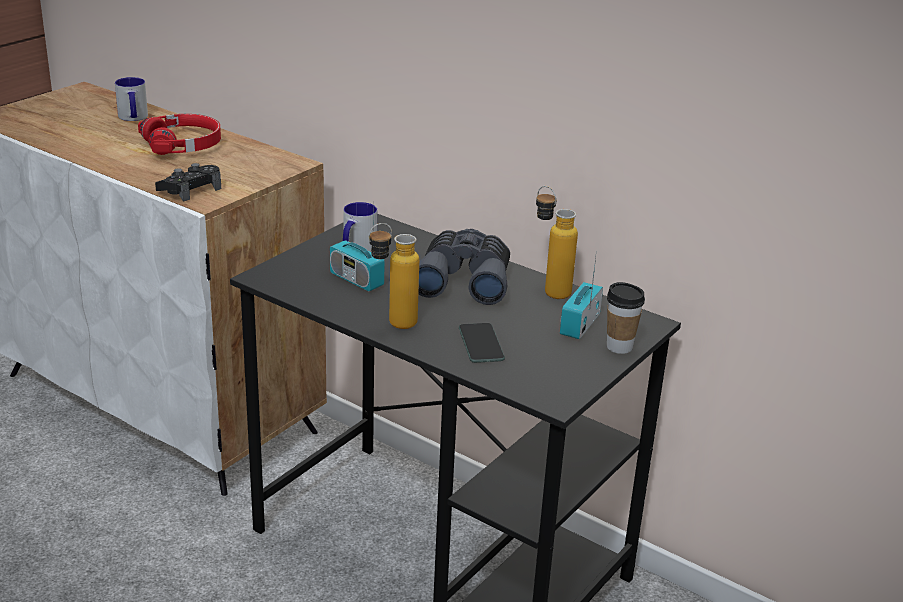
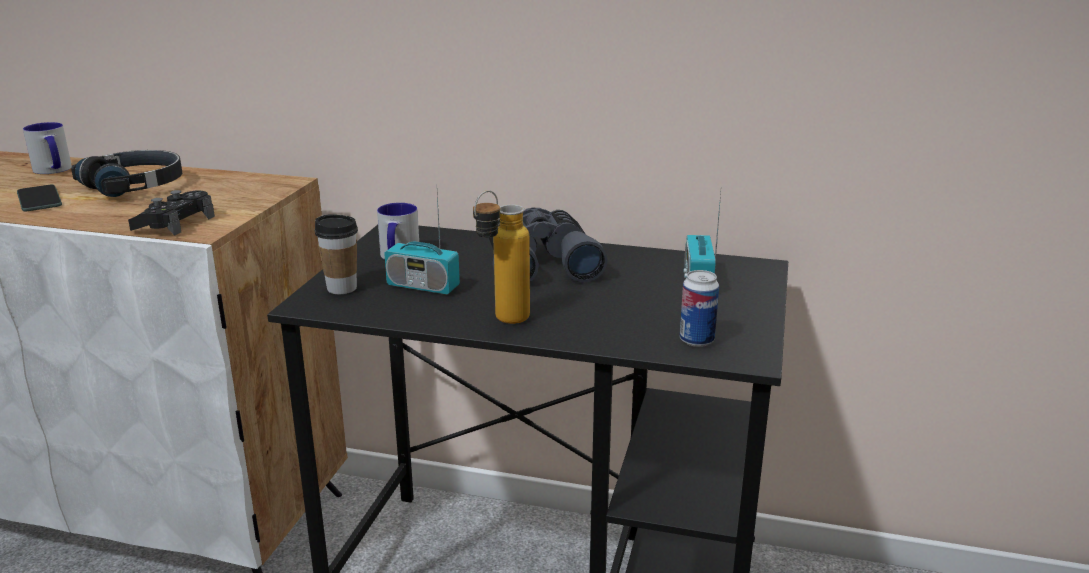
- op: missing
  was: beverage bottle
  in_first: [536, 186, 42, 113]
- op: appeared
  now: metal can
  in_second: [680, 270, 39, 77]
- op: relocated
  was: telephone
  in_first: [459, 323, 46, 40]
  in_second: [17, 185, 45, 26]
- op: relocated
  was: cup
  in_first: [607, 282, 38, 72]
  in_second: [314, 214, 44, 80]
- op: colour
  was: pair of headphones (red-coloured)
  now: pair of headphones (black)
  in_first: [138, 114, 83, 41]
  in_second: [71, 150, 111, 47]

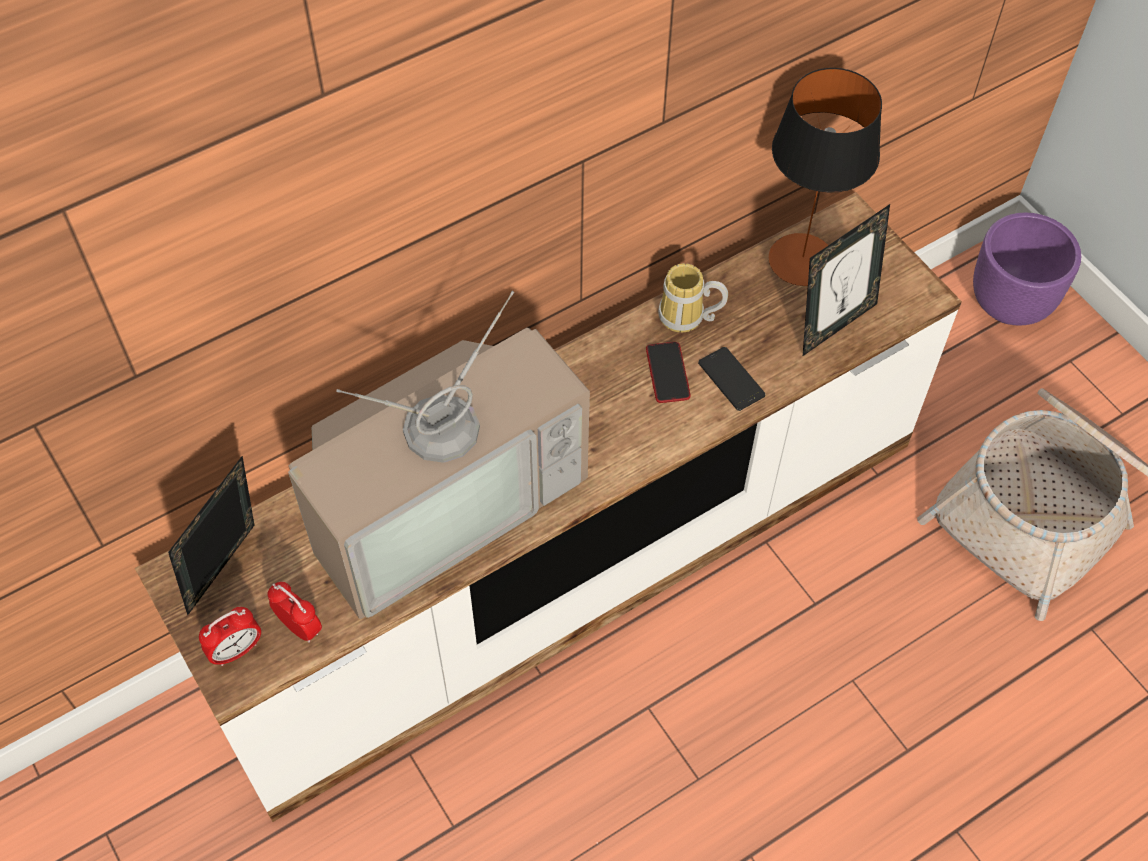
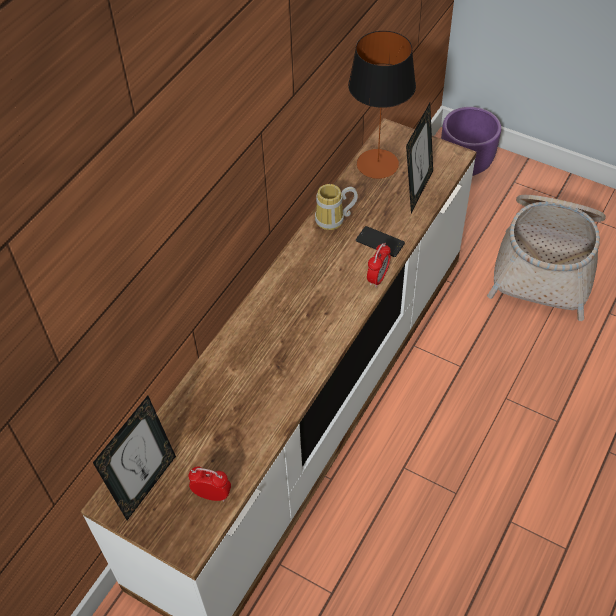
- op: missing
  was: TV
  in_first: [288, 291, 302, 328]
- op: missing
  was: telephone
  in_first: [646, 342, 45, 61]
- op: relocated
  was: table clock
  in_first: [199, 607, 62, 59]
  in_second: [367, 243, 24, 45]
- op: spun
  was: photo frame
  in_first: [168, 456, 86, 159]
  in_second: [93, 395, 83, 125]
  clockwise: -150

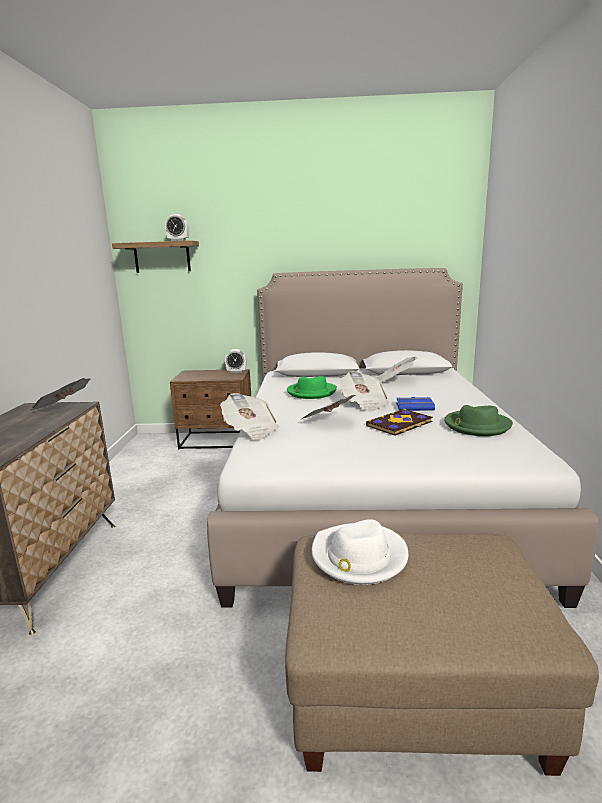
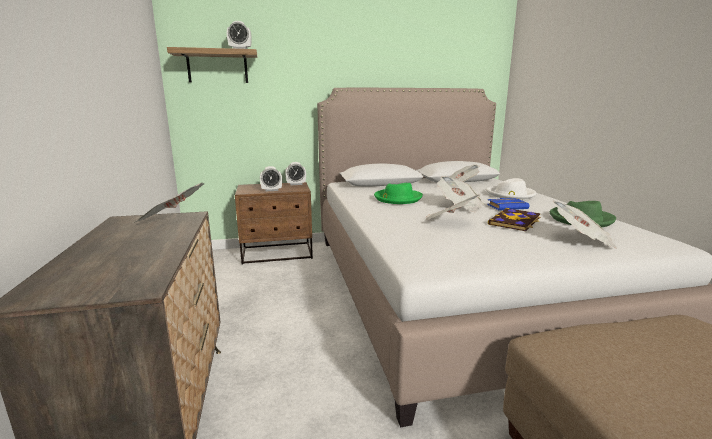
- op: appeared
  now: table clock
  in_second: [260, 166, 22, 26]
- op: relocated
  was: newspaper
  in_first: [220, 393, 59, 47]
  in_second: [553, 201, 65, 48]
- op: relocated
  was: hat (whitish)
  in_first: [312, 519, 96, 66]
  in_second: [486, 178, 50, 22]

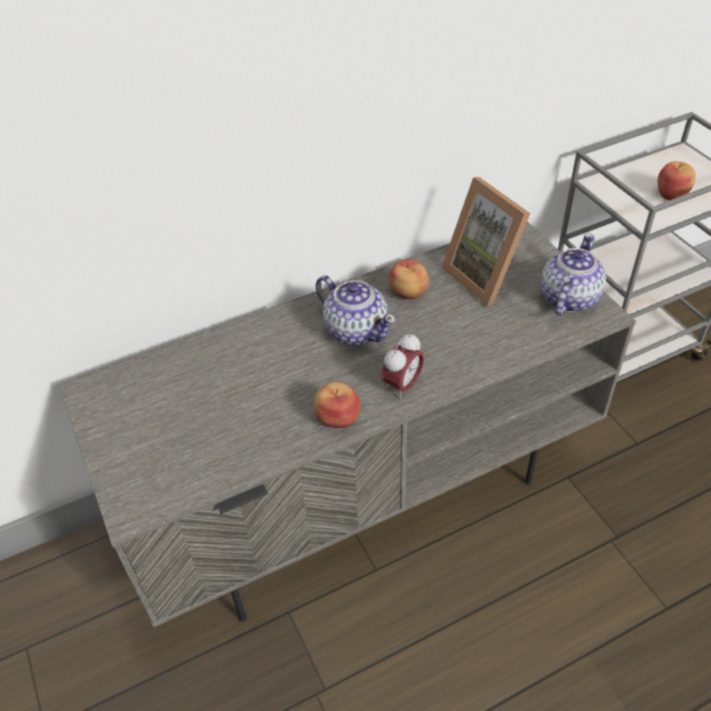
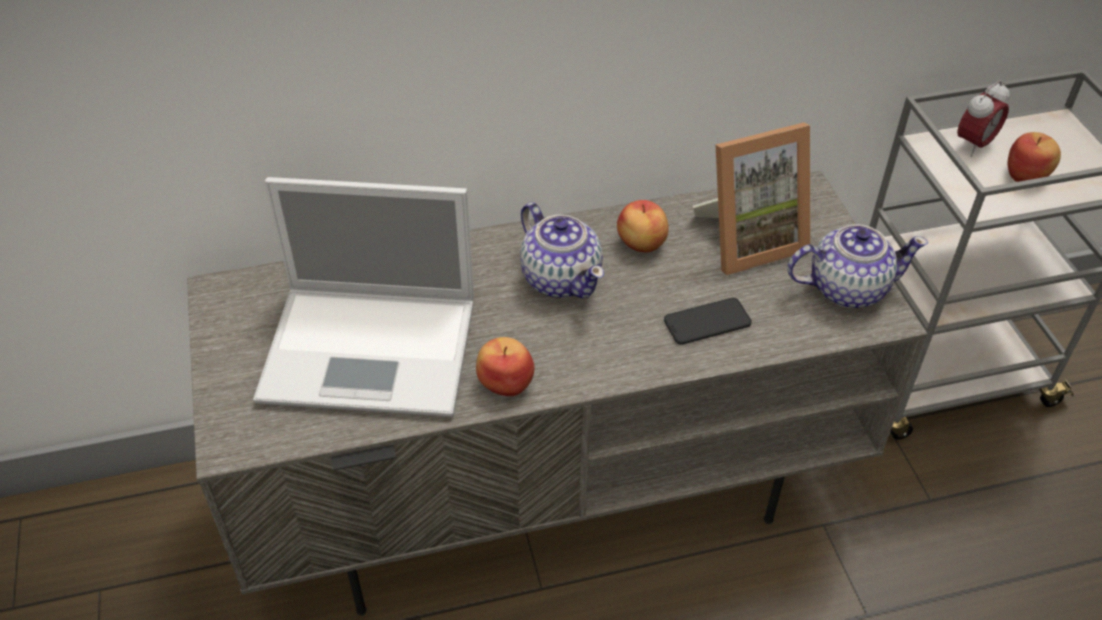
- op: appeared
  now: notebook computer
  in_second: [253, 177, 221, 240]
- op: appeared
  now: telephone
  in_second: [664, 298, 88, 47]
- op: relocated
  was: table clock
  in_first: [381, 333, 43, 66]
  in_second: [957, 80, 53, 77]
- op: spun
  was: photo frame
  in_first: [441, 177, 89, 129]
  in_second: [693, 122, 118, 153]
  clockwise: -90
- op: spun
  was: pot for tea
  in_first: [541, 234, 65, 82]
  in_second: [787, 224, 141, 84]
  clockwise: 45

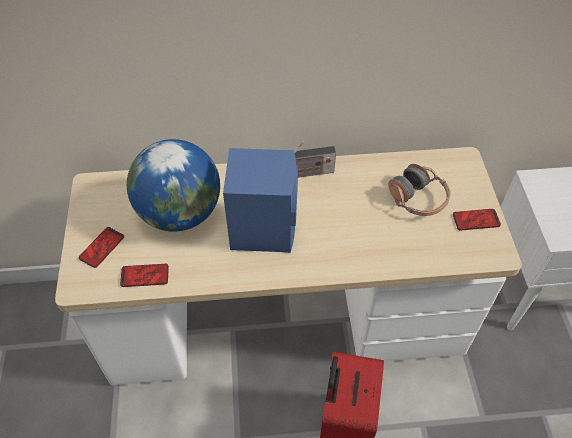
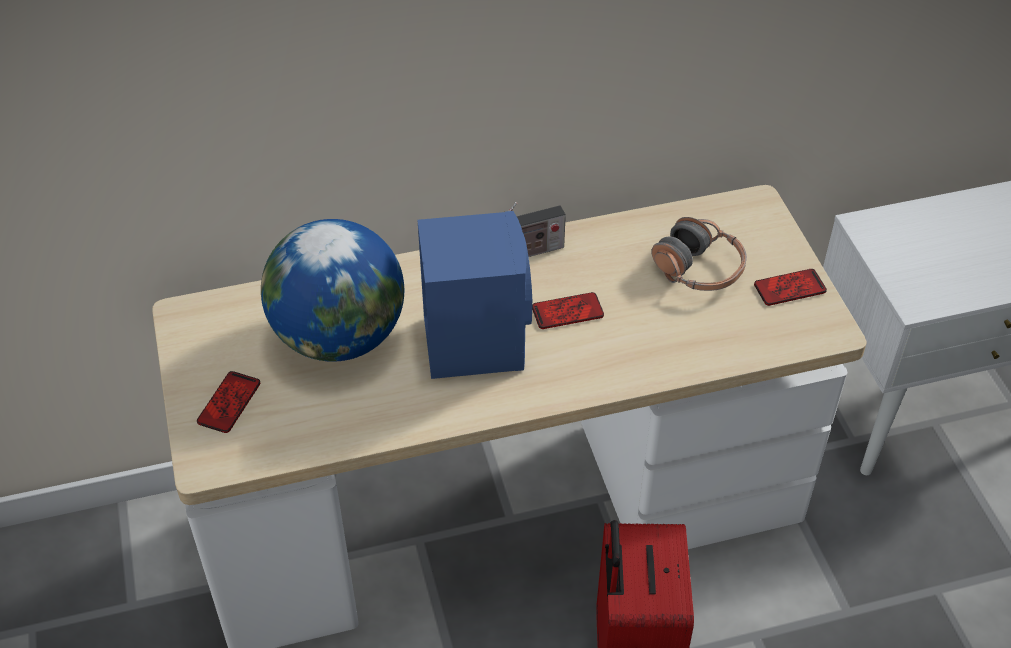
- op: relocated
  was: telephone
  in_first: [120, 264, 49, 23]
  in_second: [532, 292, 72, 37]

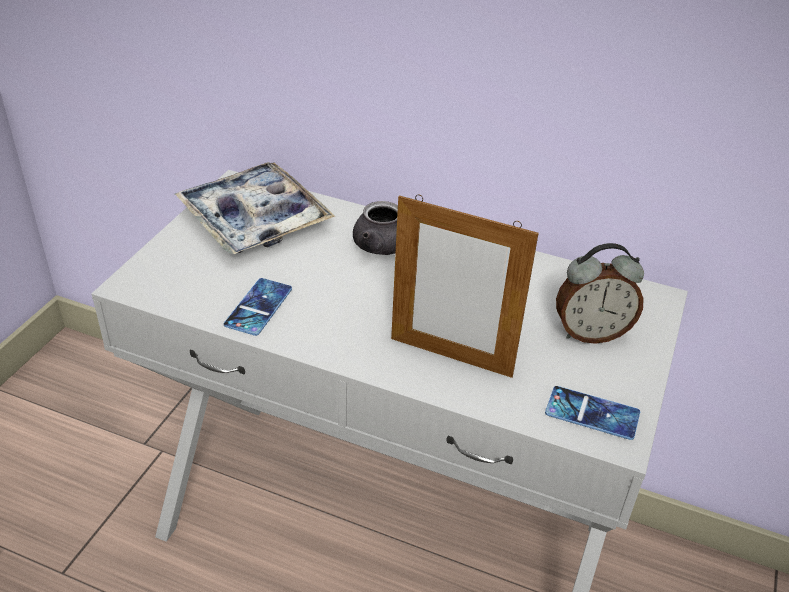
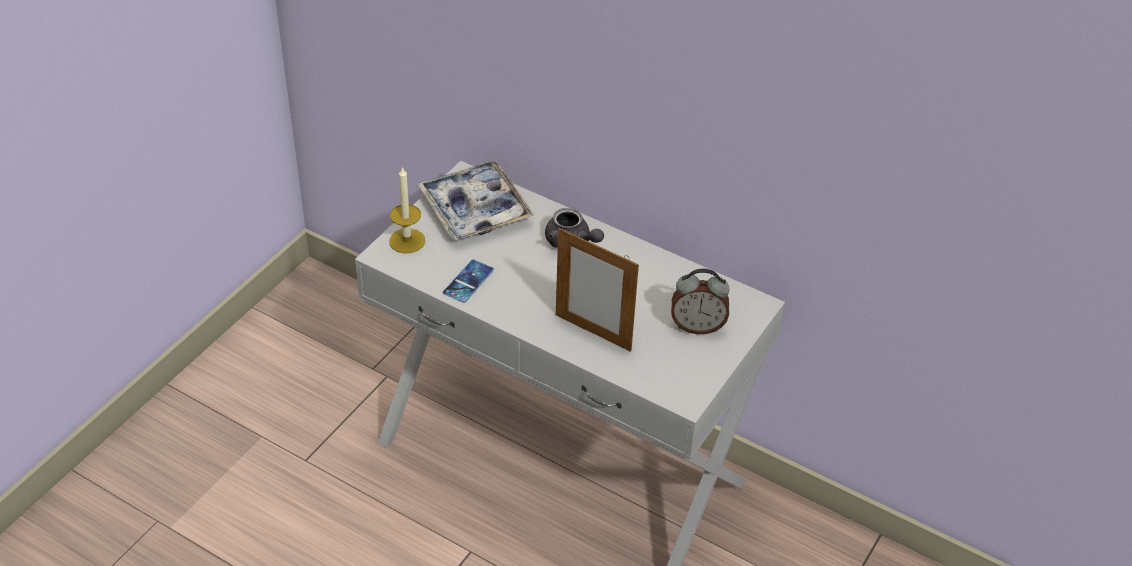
- op: missing
  was: telephone
  in_first: [545, 386, 95, 54]
- op: appeared
  now: wax candle
  in_second: [389, 166, 36, 87]

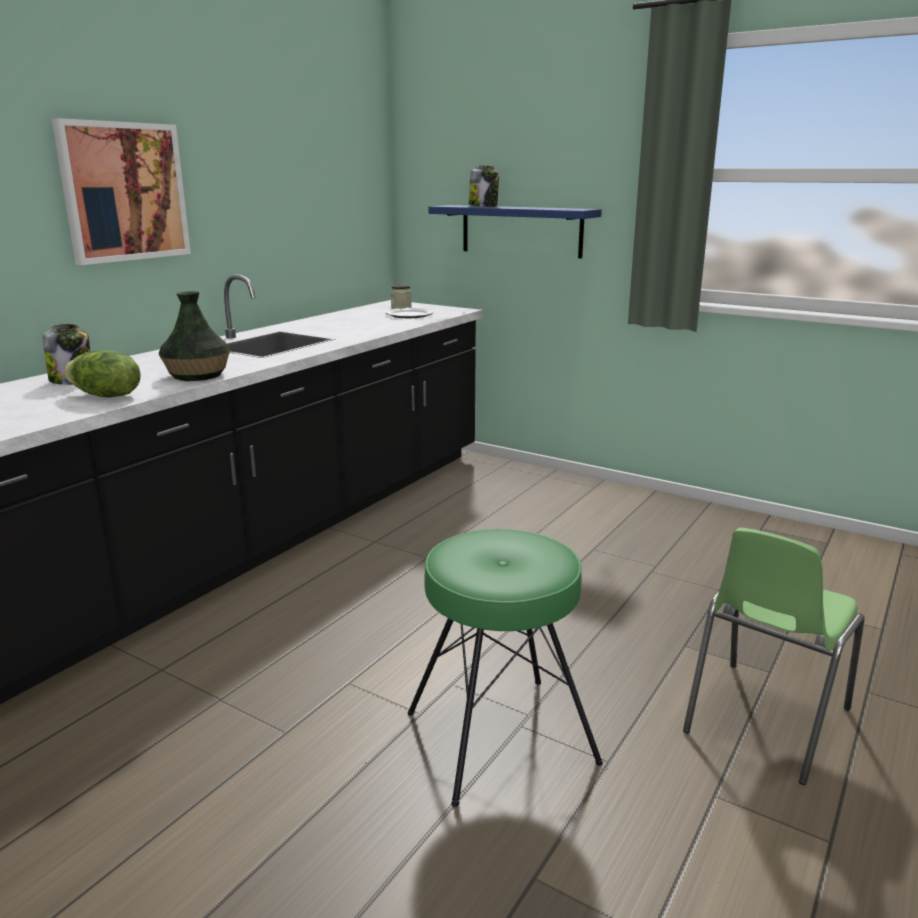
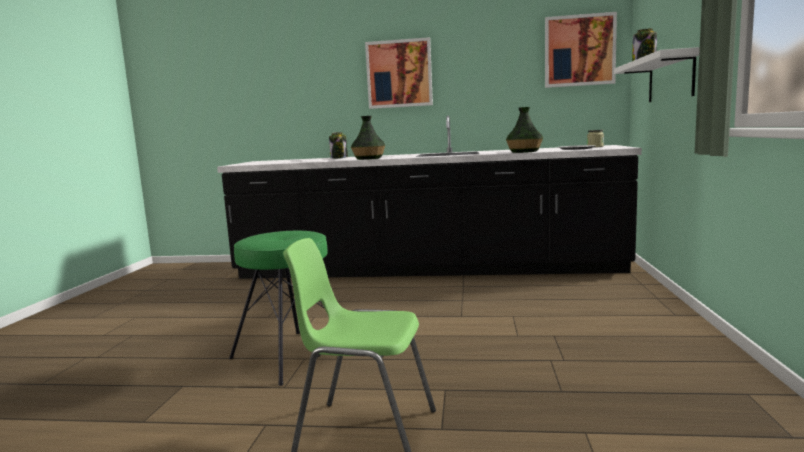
- op: missing
  was: lettuce
  in_first: [63, 351, 78, 46]
- op: appeared
  now: flower vase
  in_second: [506, 107, 37, 46]
- op: appeared
  now: wall picture
  in_second: [545, 12, 72, 76]
- op: colour
  was: shelf (blue)
  now: shelf (whitish)
  in_first: [428, 205, 174, 54]
  in_second: [614, 47, 86, 55]

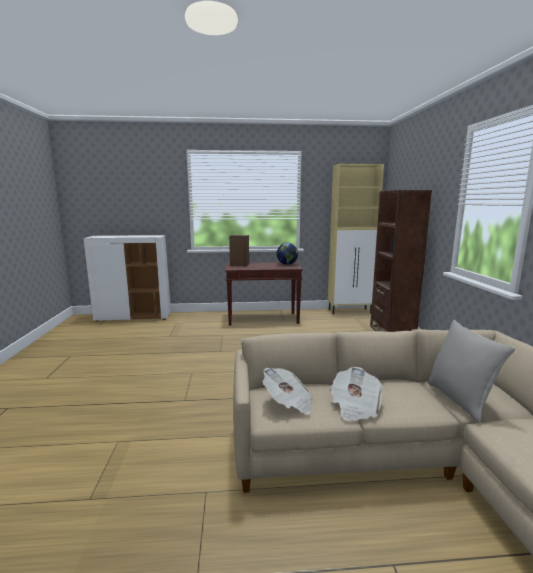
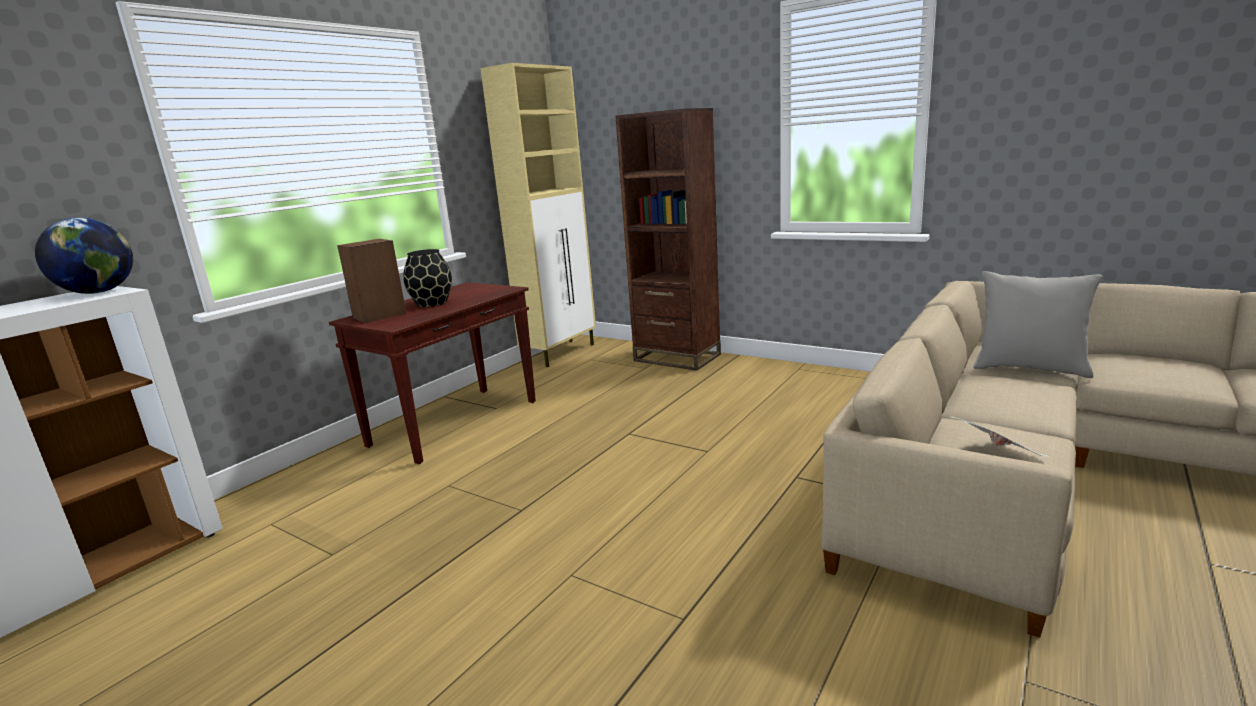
- op: missing
  was: newspaper
  in_first: [330, 367, 53, 54]
- op: appeared
  now: flower vase (black)
  in_second: [403, 249, 49, 58]
- op: relocated
  was: globe
  in_first: [277, 243, 21, 22]
  in_second: [35, 217, 98, 77]

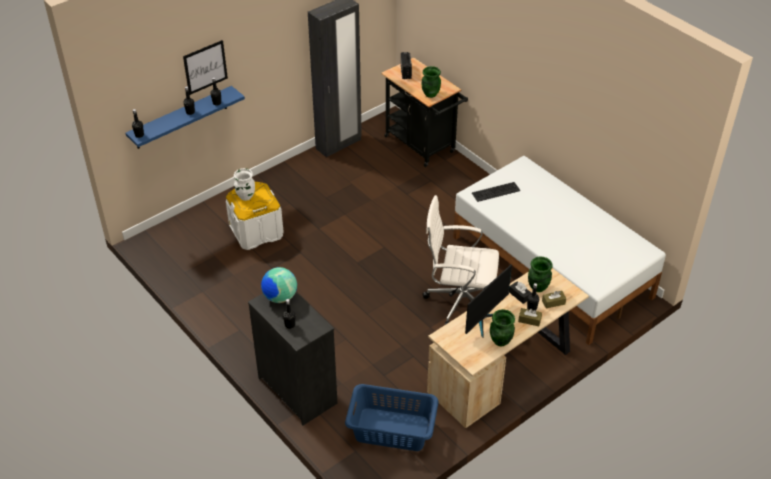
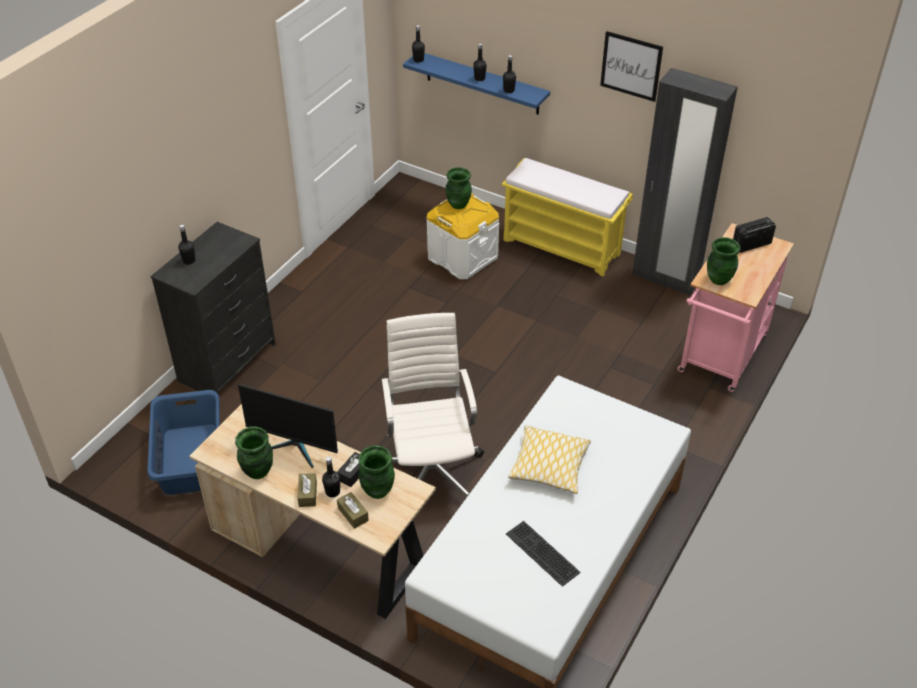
- op: missing
  was: globe
  in_first: [261, 267, 36, 36]
- op: appeared
  now: long seat (yellow-coloured)
  in_second: [502, 158, 131, 118]
- op: appeared
  now: pillow
  in_second: [508, 425, 83, 69]
- op: relocated
  was: wall picture
  in_first: [183, 40, 45, 55]
  in_second: [600, 31, 63, 71]
- op: relocated
  was: PC keyboard
  in_first: [472, 182, 49, 20]
  in_second: [506, 521, 75, 66]
- op: colour
  was: flower vase (whitish)
  now: flower vase (greenish)
  in_first: [234, 168, 21, 33]
  in_second: [445, 167, 27, 42]
- op: colour
  was: wheeled cart (black)
  now: wheeled cart (pinkish)
  in_first: [381, 58, 87, 109]
  in_second: [677, 223, 117, 169]

